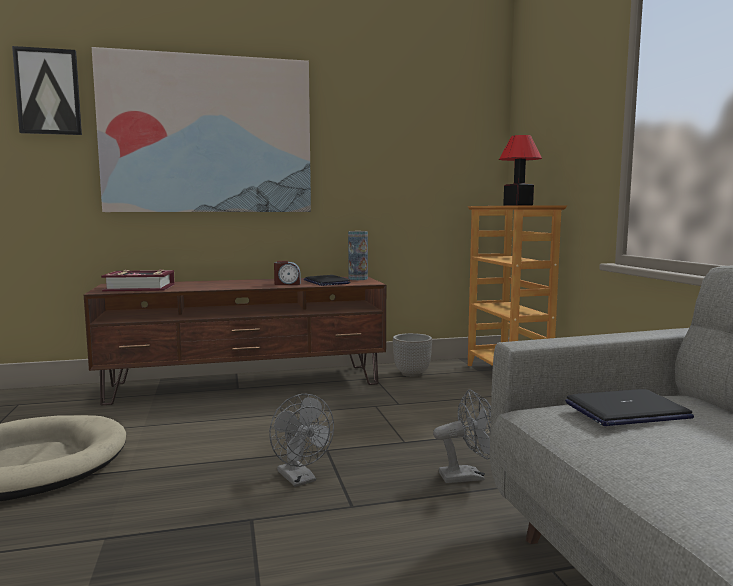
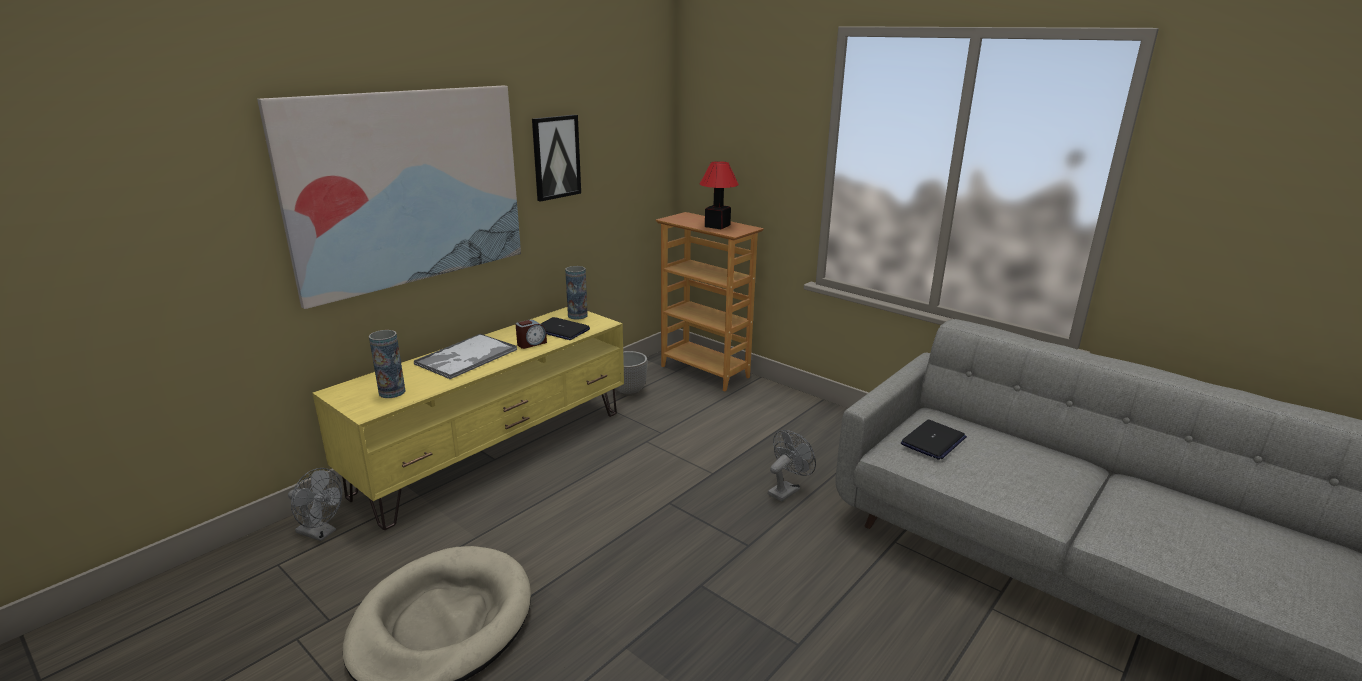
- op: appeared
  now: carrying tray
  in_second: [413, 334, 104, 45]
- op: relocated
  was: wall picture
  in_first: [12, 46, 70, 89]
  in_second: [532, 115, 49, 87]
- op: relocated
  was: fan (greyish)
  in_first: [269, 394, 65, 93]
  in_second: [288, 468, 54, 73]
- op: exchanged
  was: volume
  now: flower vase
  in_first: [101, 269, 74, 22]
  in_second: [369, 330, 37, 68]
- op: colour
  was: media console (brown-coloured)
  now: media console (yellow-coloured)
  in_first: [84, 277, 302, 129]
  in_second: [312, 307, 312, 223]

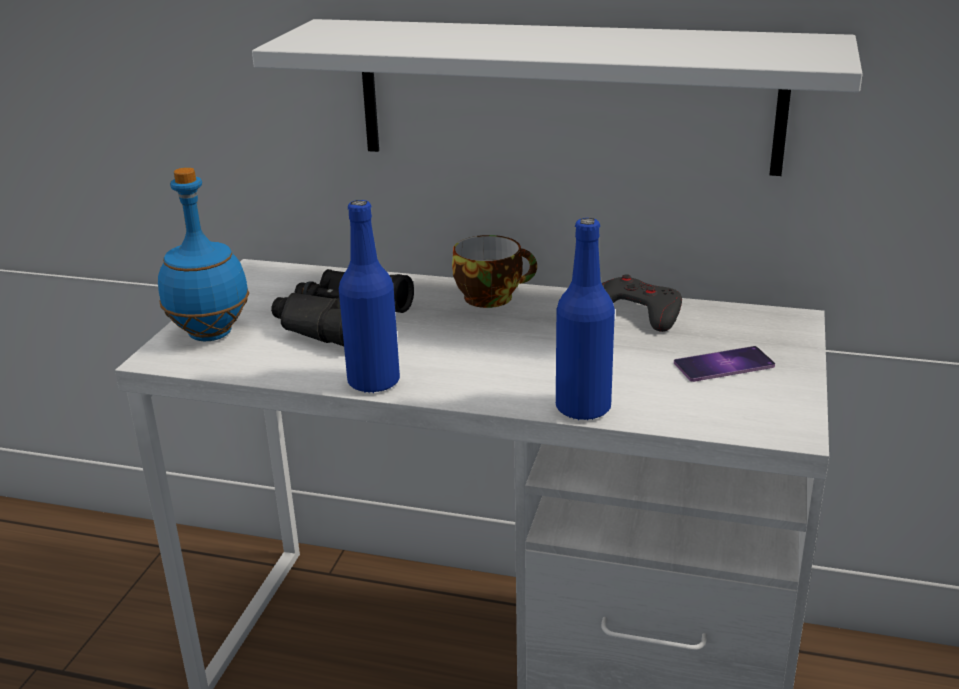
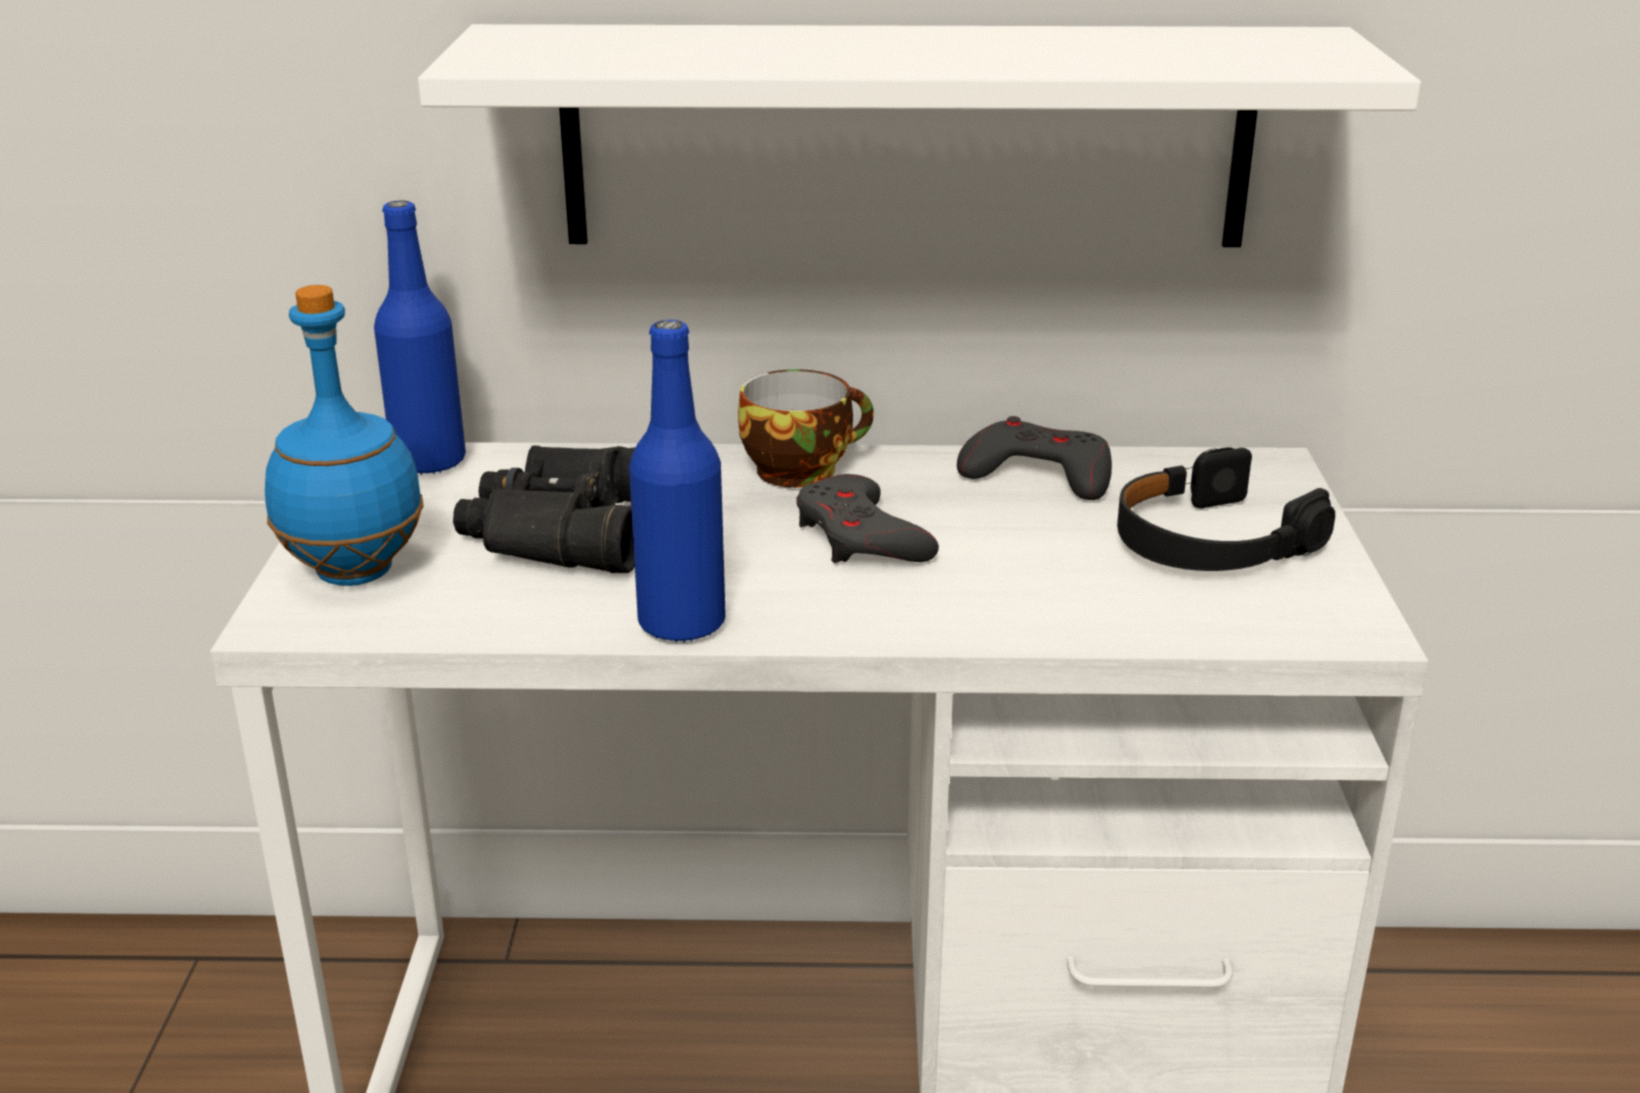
- op: appeared
  now: game controller (greyish)
  in_second: [797, 474, 142, 89]
- op: relocated
  was: beverage bottle (blue)
  in_first: [556, 218, 59, 202]
  in_second: [374, 200, 92, 275]
- op: exchanged
  was: telephone
  now: pair of headphones (black)
  in_first: [674, 346, 101, 36]
  in_second: [1117, 447, 218, 124]

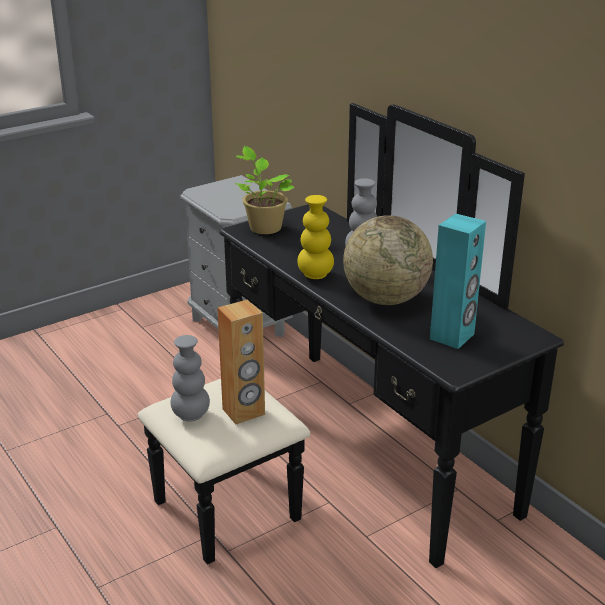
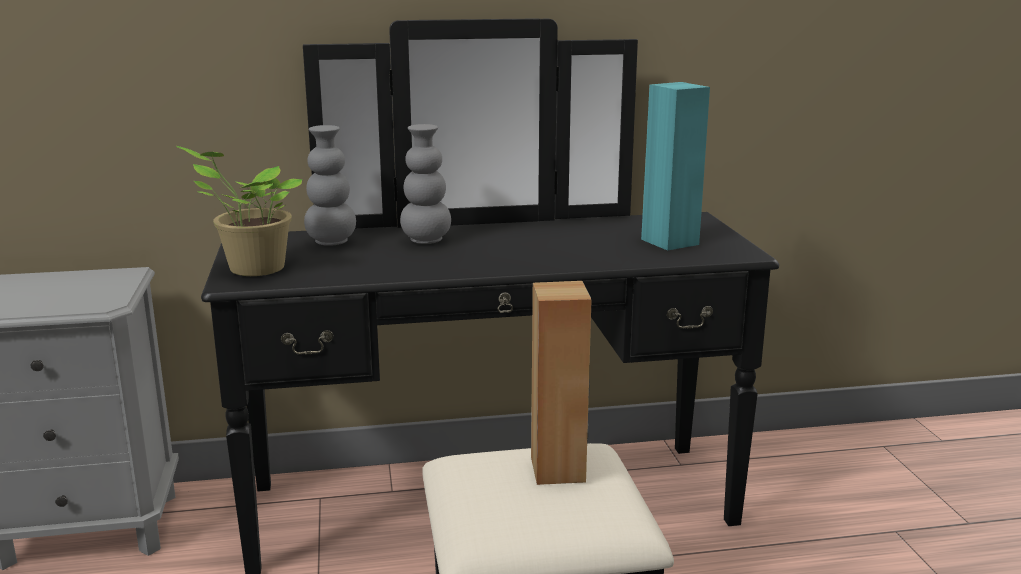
- op: missing
  was: flower vase (yellow-coloured)
  in_first: [297, 195, 37, 84]
- op: missing
  was: globe
  in_first: [343, 215, 90, 90]
- op: relocated
  was: flower vase (greyish)
  in_first: [170, 335, 40, 87]
  in_second: [304, 125, 52, 121]

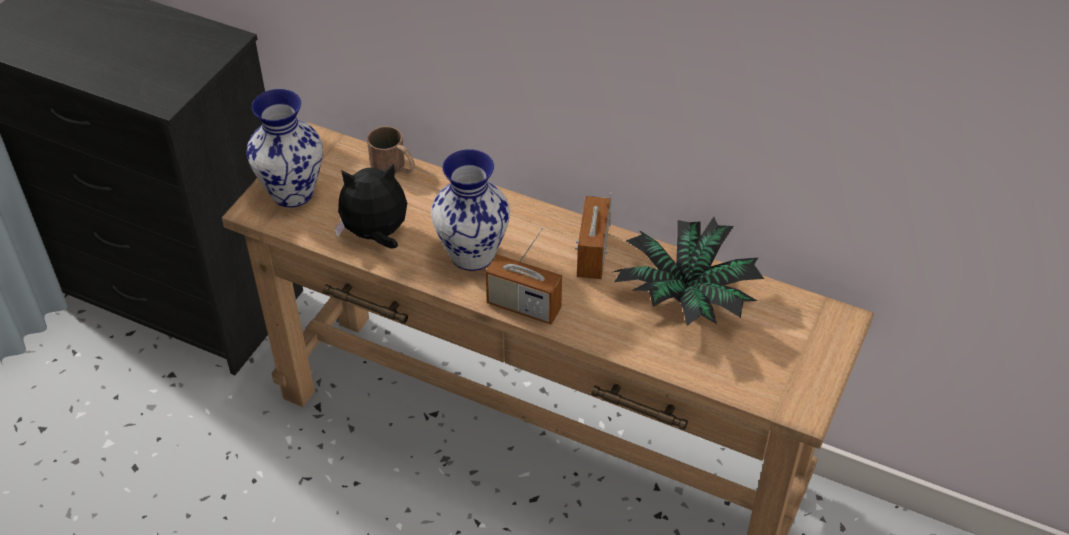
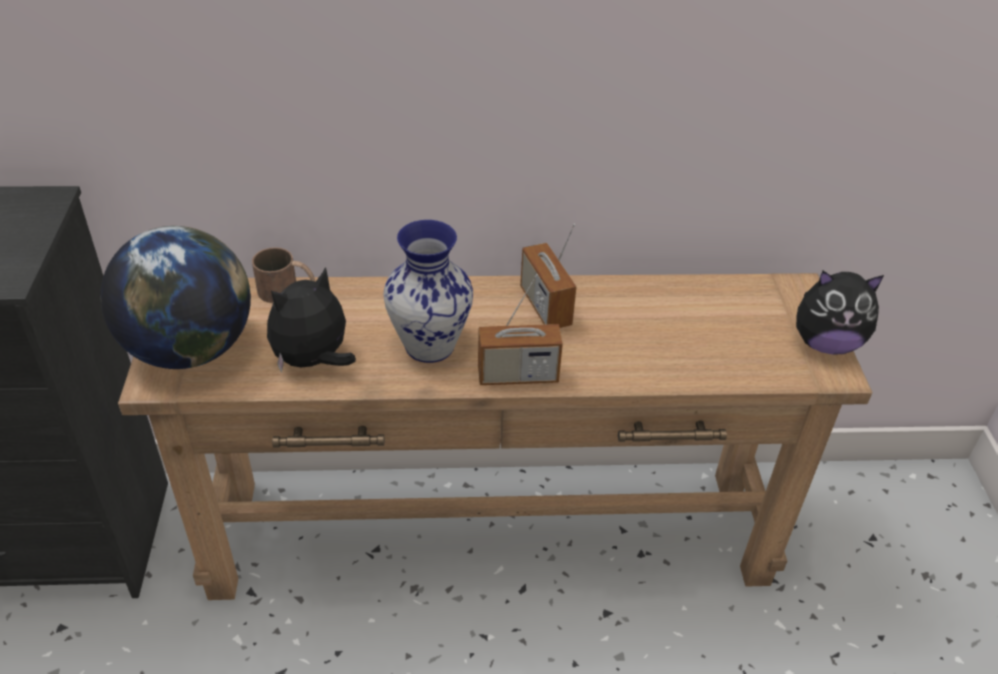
- op: missing
  was: plant in a pot
  in_first: [614, 217, 150, 109]
- op: appeared
  now: plush toy
  in_second: [796, 271, 88, 84]
- op: exchanged
  was: flower vase
  now: globe
  in_first: [247, 89, 76, 118]
  in_second: [100, 226, 151, 143]

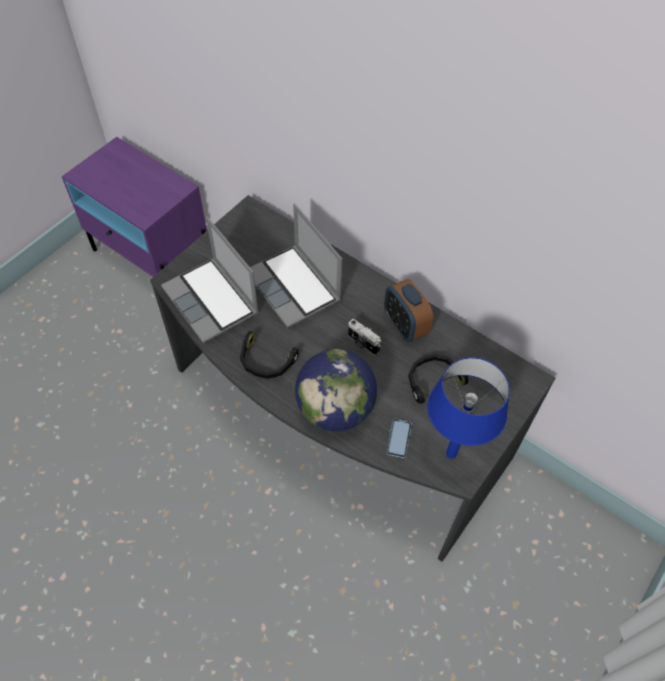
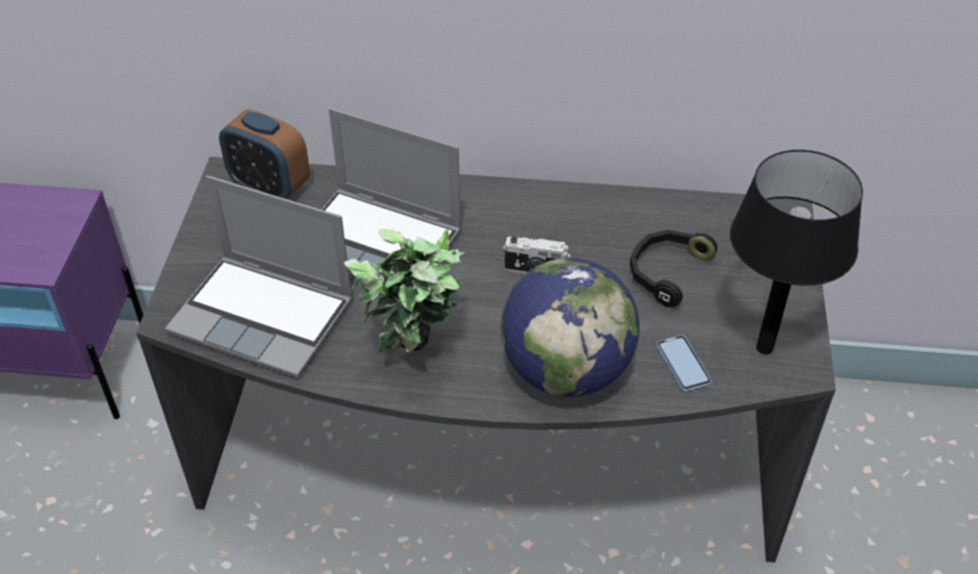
- op: relocated
  was: table clock
  in_first: [384, 279, 49, 63]
  in_second: [219, 109, 91, 90]
- op: exchanged
  was: pair of headphones (black)
  now: plant in a pot
  in_first: [240, 331, 59, 48]
  in_second: [344, 229, 121, 124]
- op: colour
  was: tabletop lamp (blue)
  now: tabletop lamp (black)
  in_first: [427, 357, 83, 102]
  in_second: [730, 150, 133, 205]

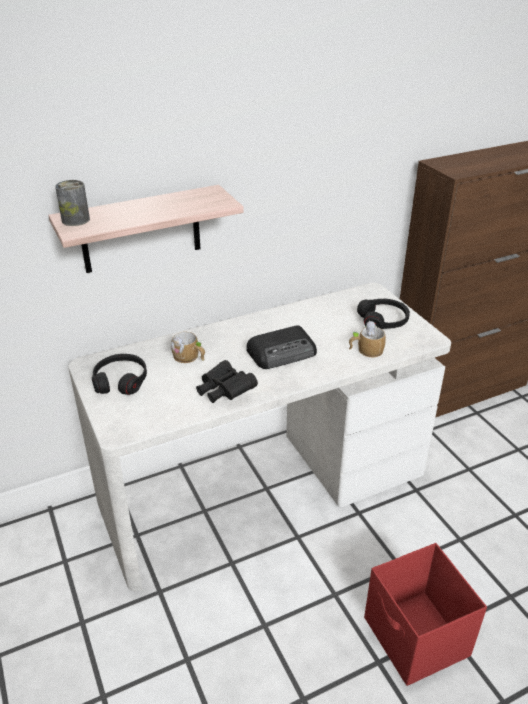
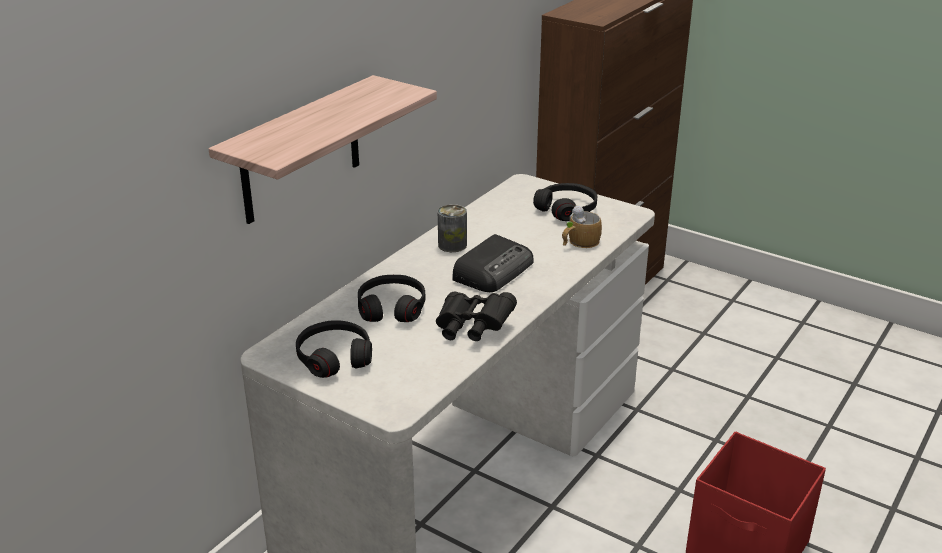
- op: relocated
  was: metal can
  in_first: [55, 180, 35, 46]
  in_second: [438, 204, 29, 48]
- op: exchanged
  was: tea mug
  now: pair of headphones (black)
  in_first: [171, 332, 34, 31]
  in_second: [358, 275, 68, 47]

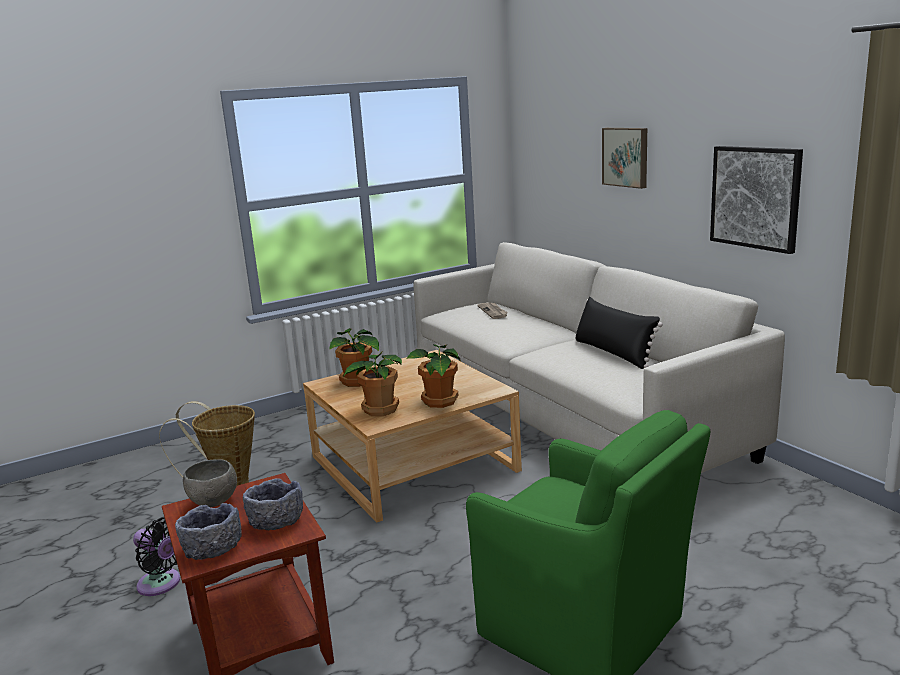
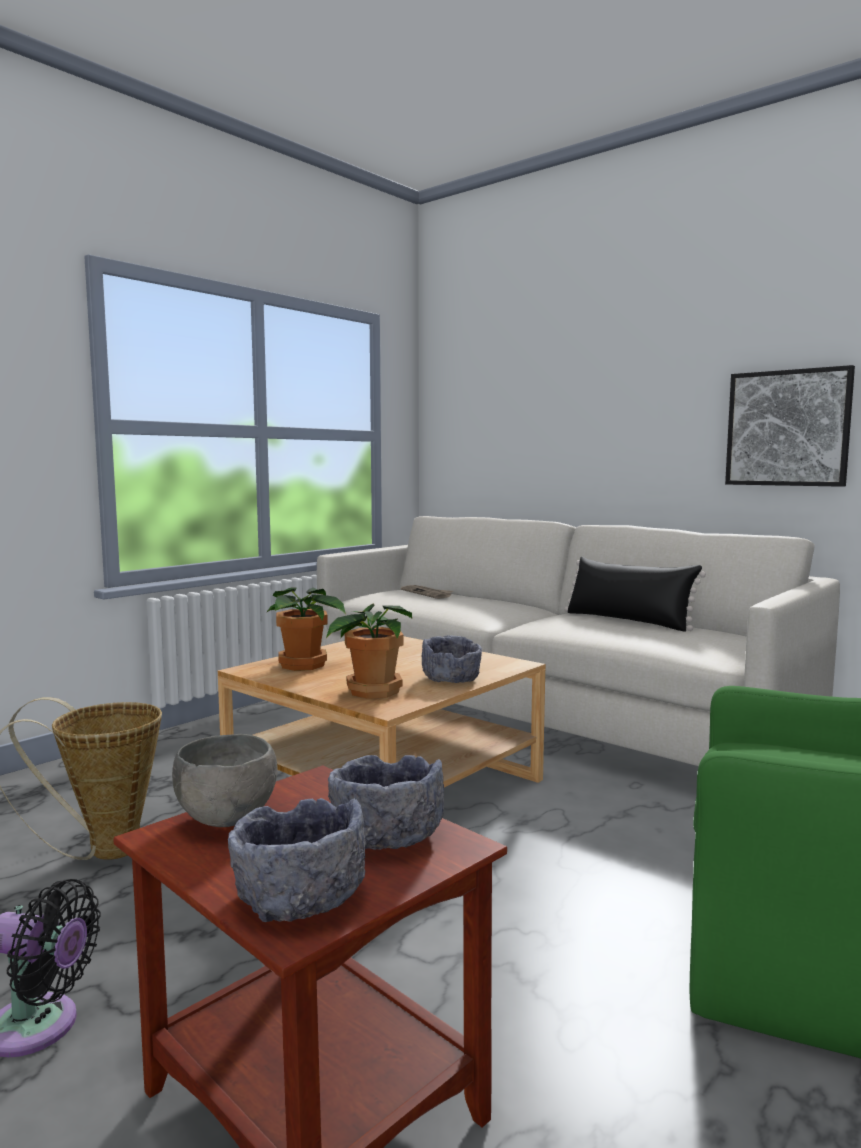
- op: missing
  was: wall picture
  in_first: [602, 128, 45, 61]
- op: exchanged
  was: plant in a pot
  now: serving bowl (greyish)
  in_first: [406, 344, 54, 64]
  in_second: [421, 635, 61, 48]

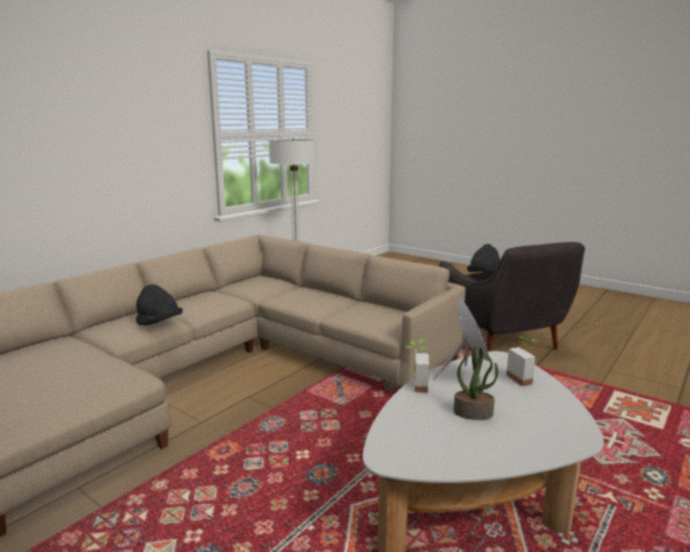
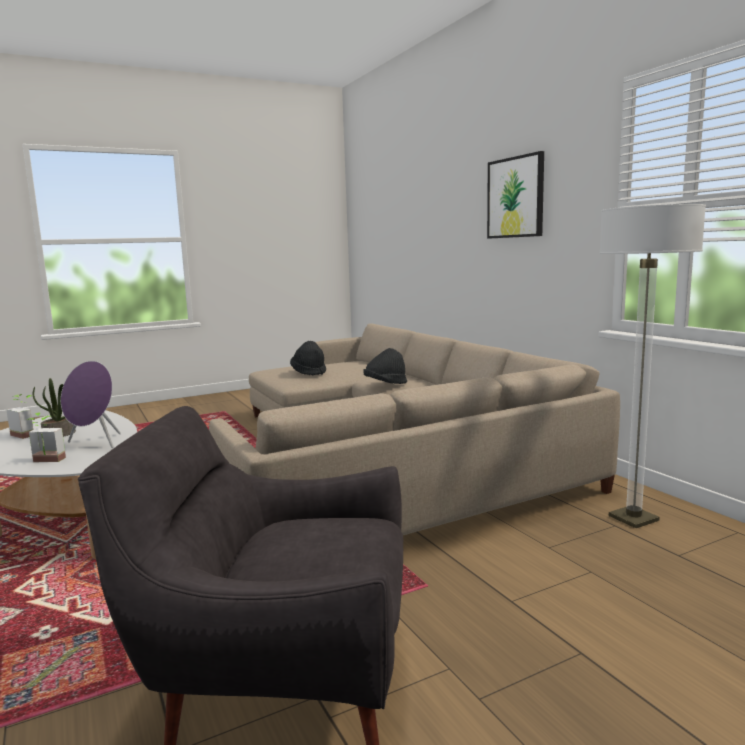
- op: appeared
  now: wall picture
  in_second: [487, 151, 57, 88]
- op: relocated
  was: plant in a pot
  in_first: [406, 340, 23, 53]
  in_second: [6, 394, 27, 45]
- op: relocated
  was: hat (black)
  in_first: [467, 244, 33, 30]
  in_second: [290, 341, 36, 35]

